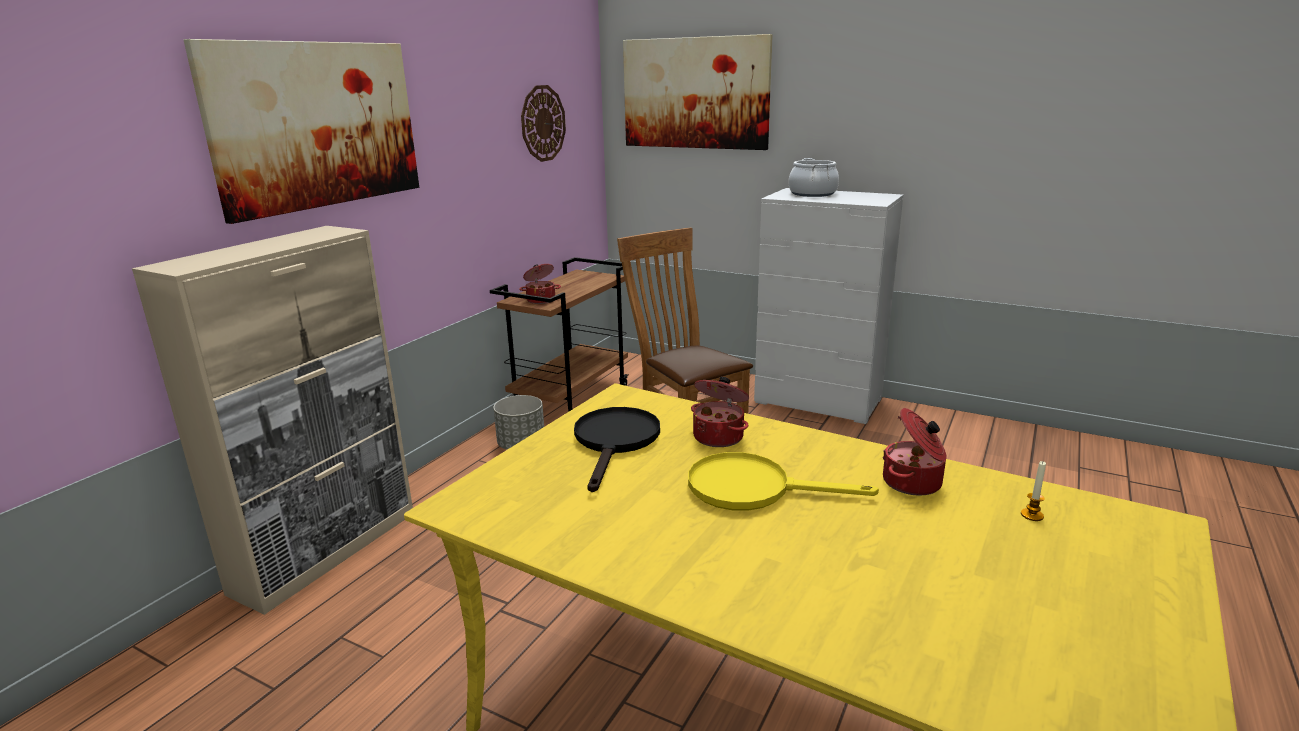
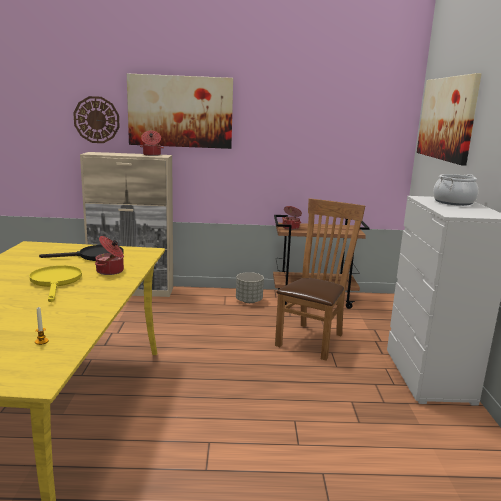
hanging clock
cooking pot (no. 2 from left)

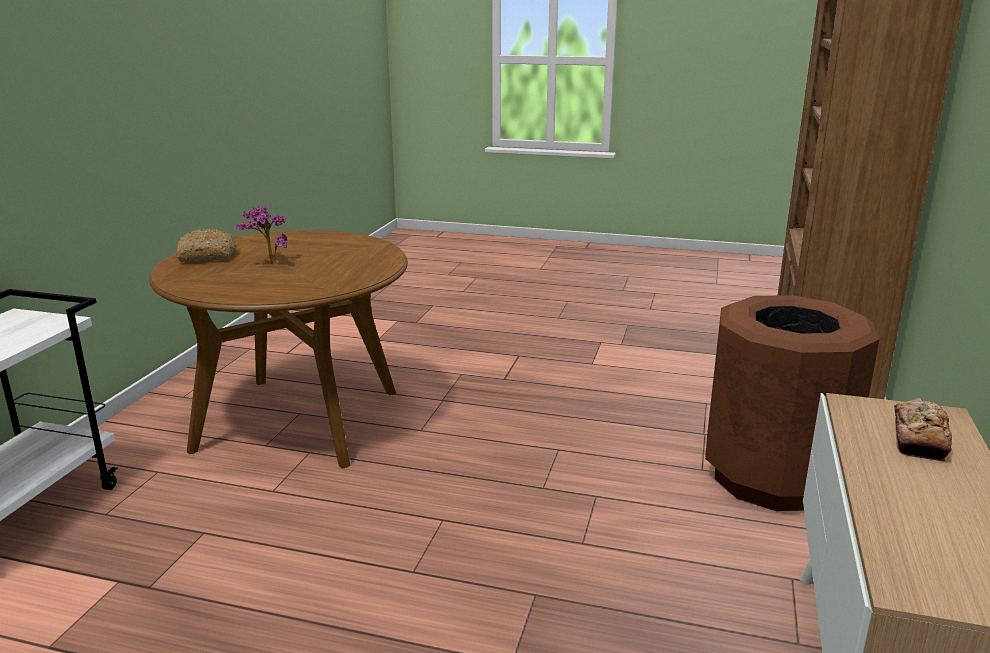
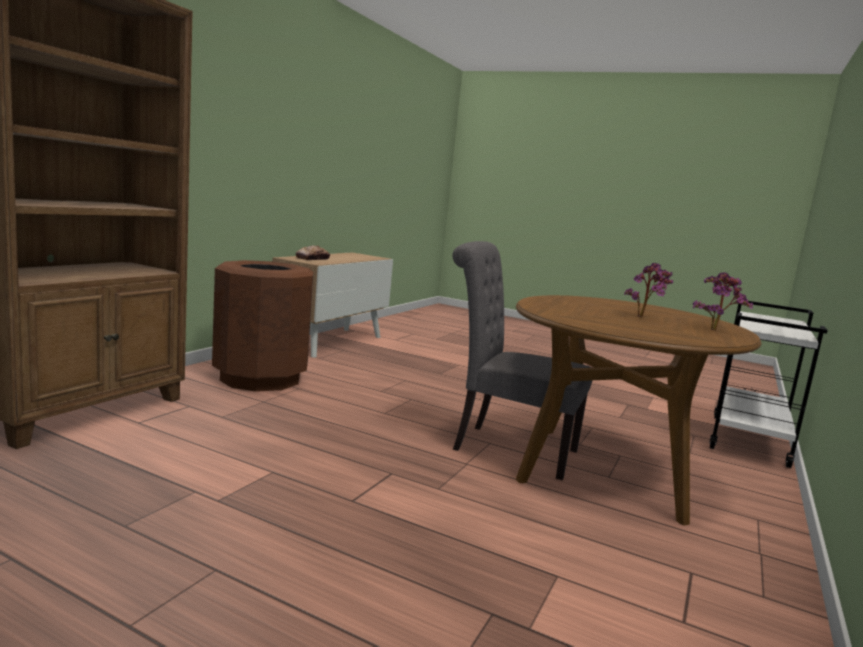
chair (greyish)
potted plant (no. 2 from left)

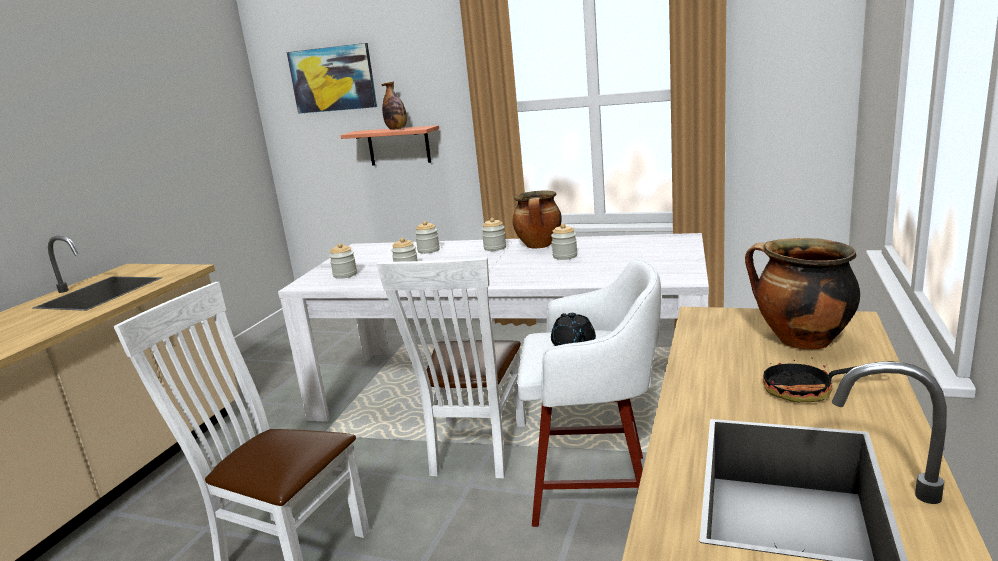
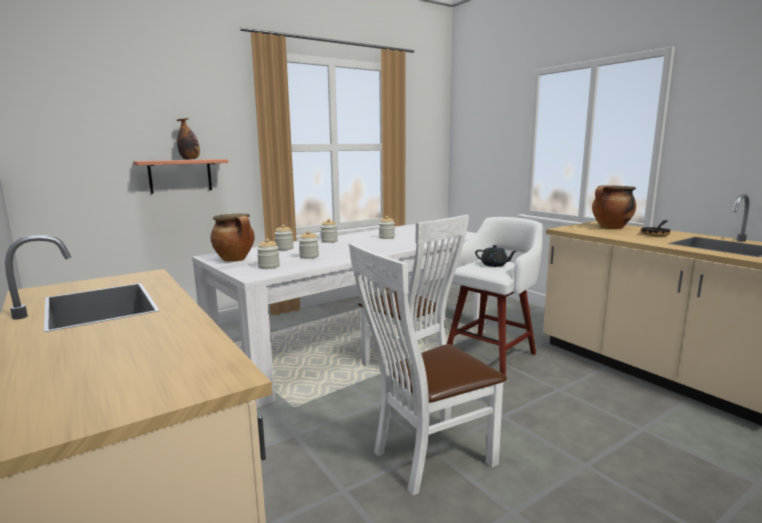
cooking pot (no. 1 from left)
wall art

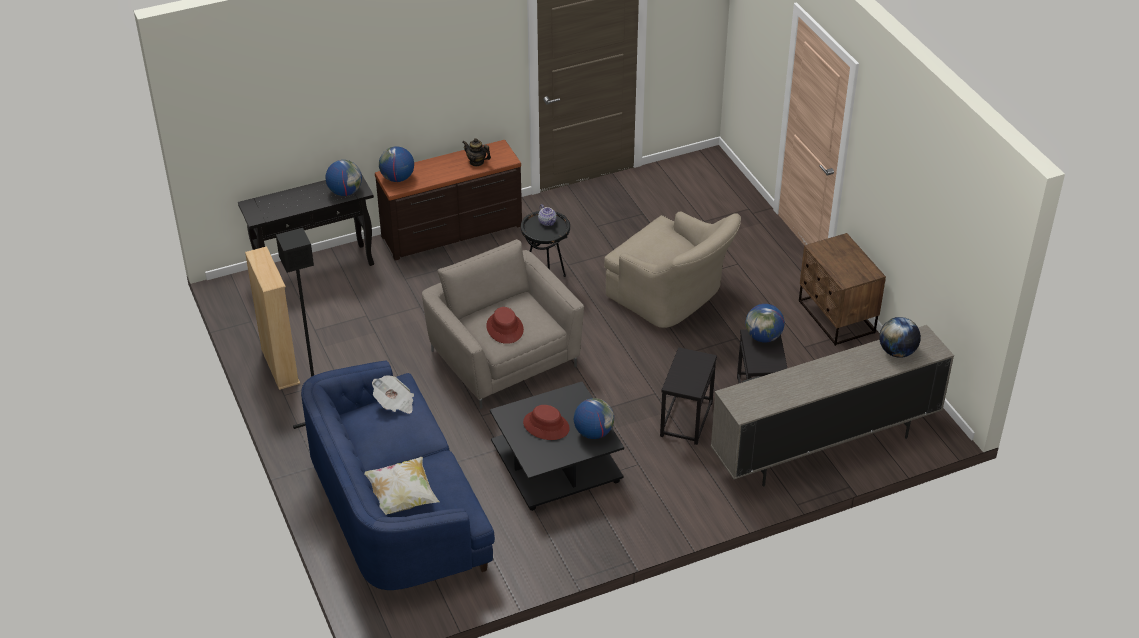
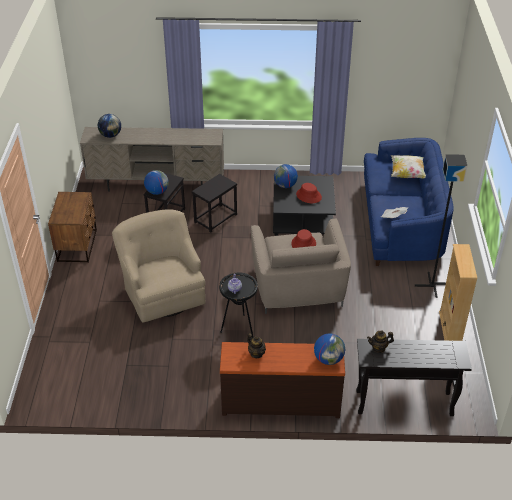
pot for tea (no. 3 from left)

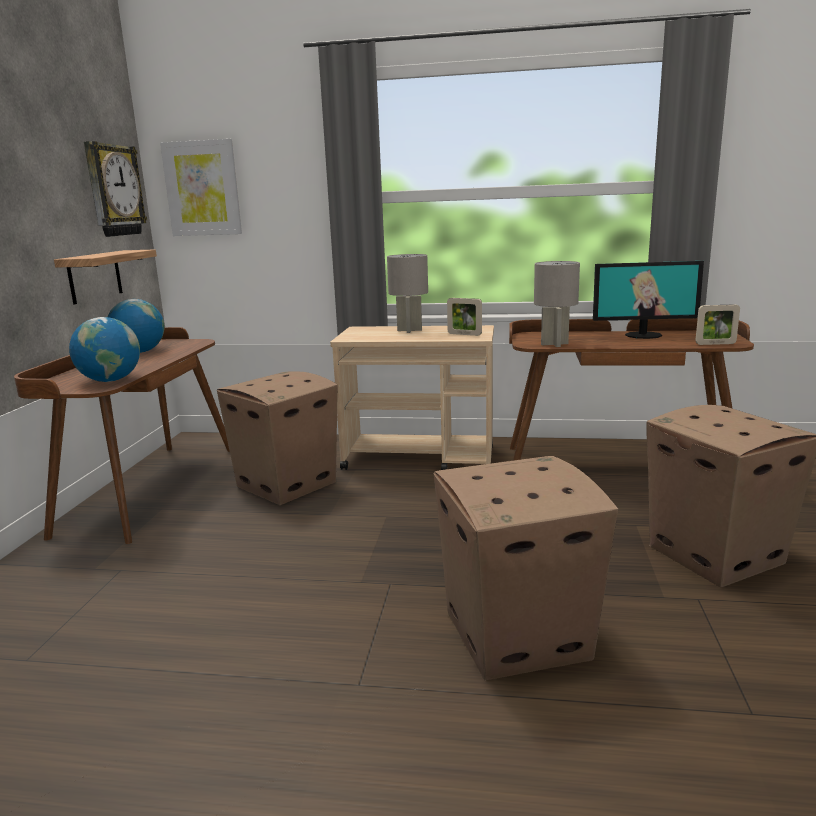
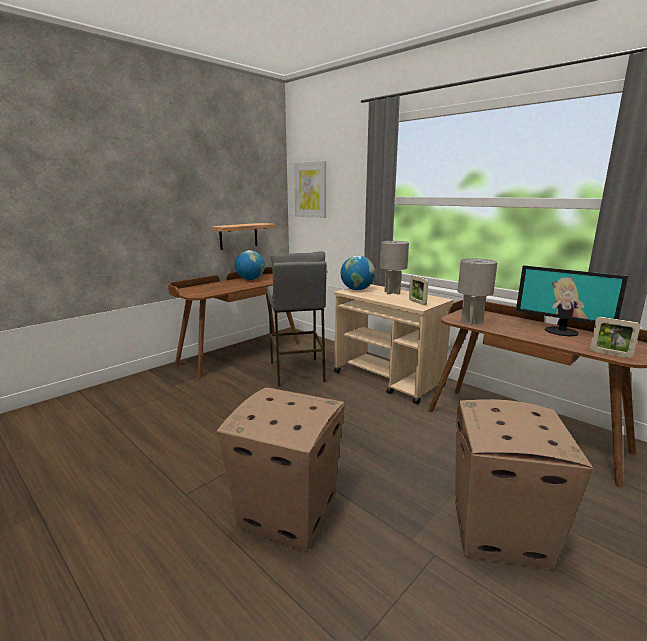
stool (greyish)
world globe (no. 2 from left)
hanging clock

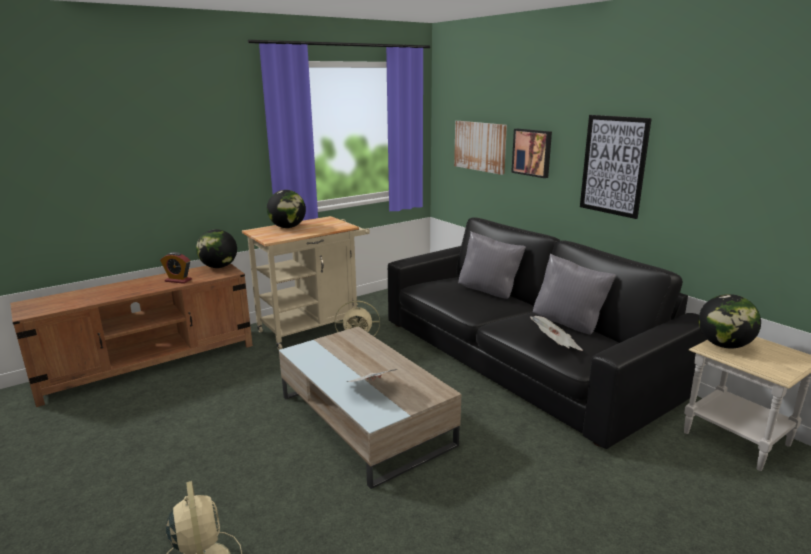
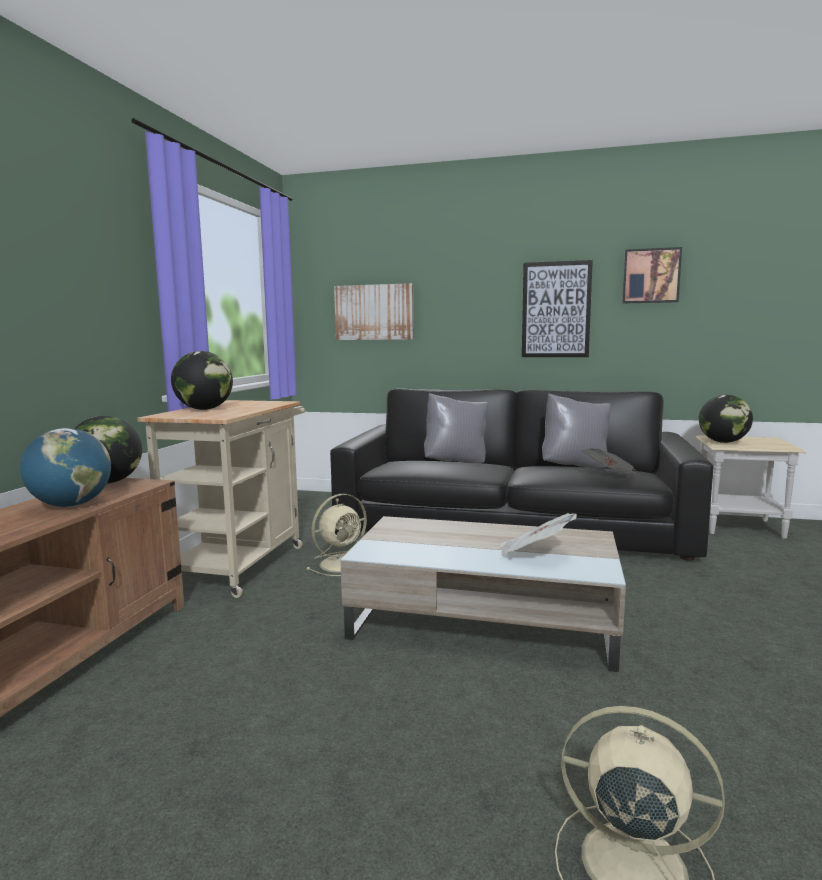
world globe (no. 1 from left)
wall art (no. 3 from left)

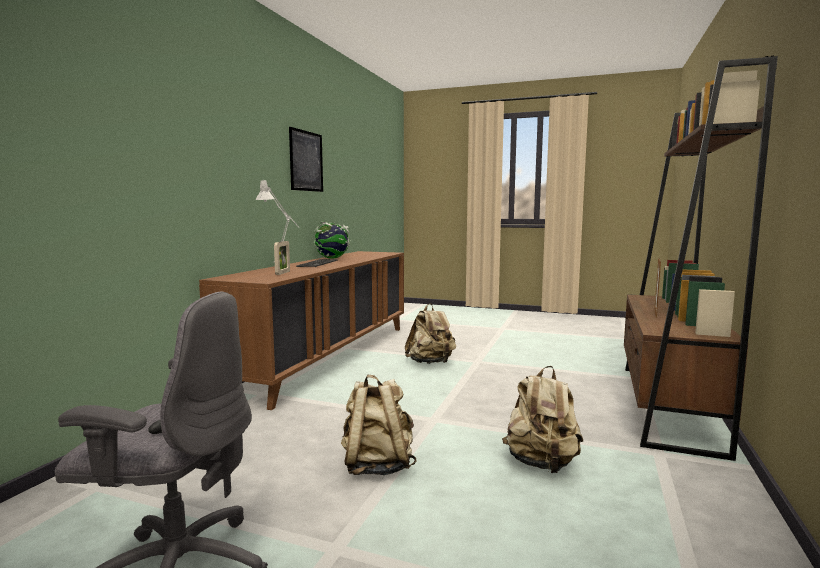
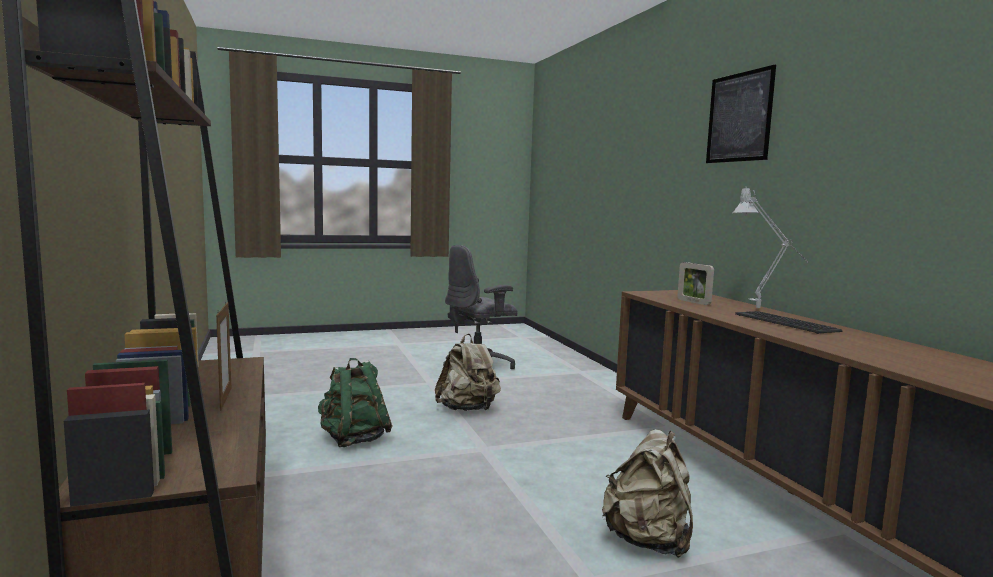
rucksack (green)
wall art
world globe

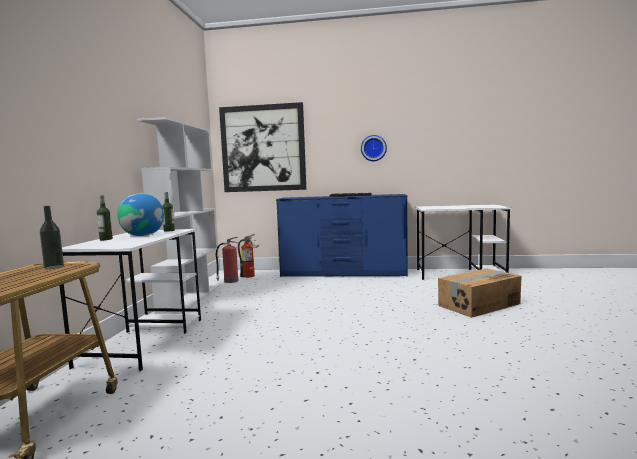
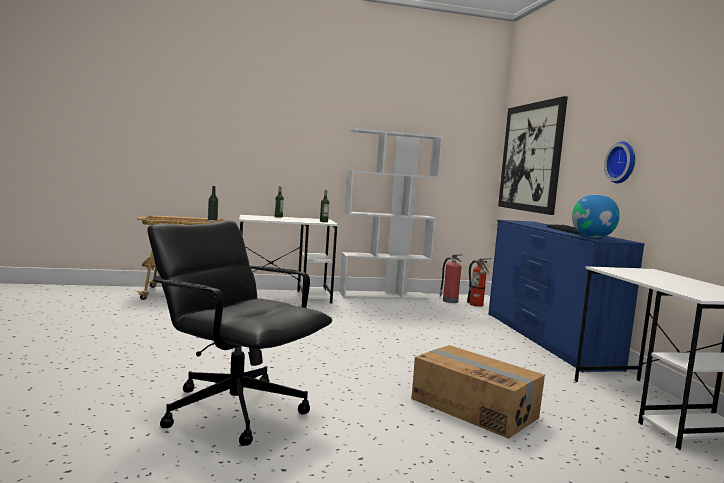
desk chair (black-coloured)
world globe

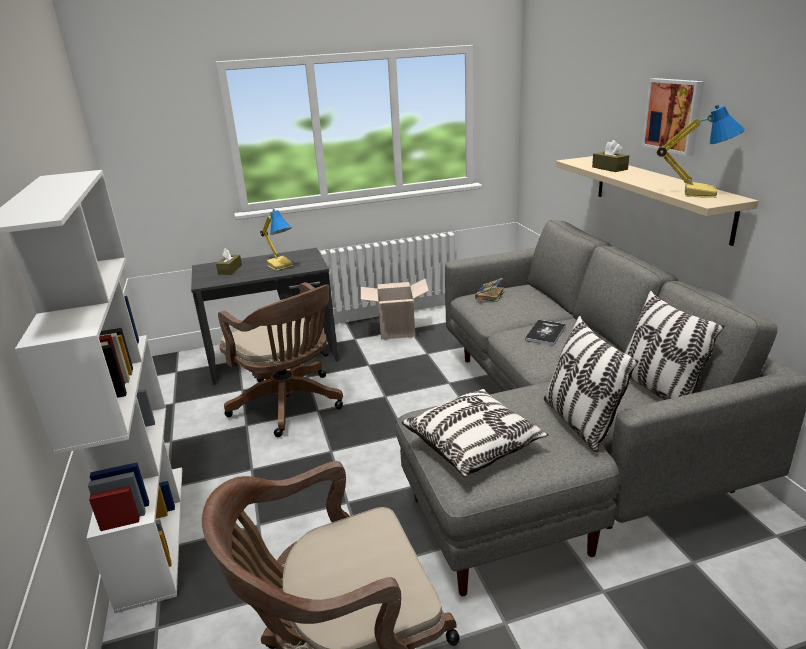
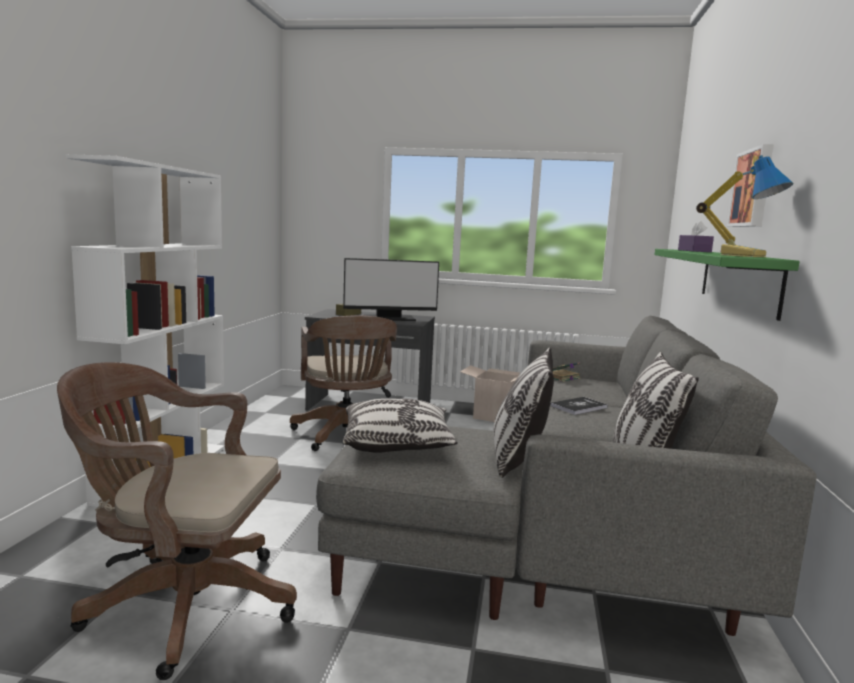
computer screen
shelf (green)
box of tissues (purple-coloured)

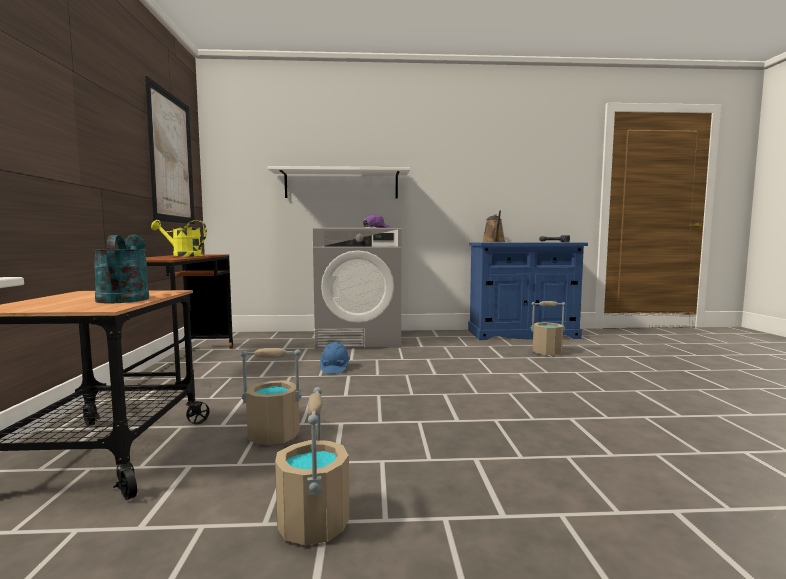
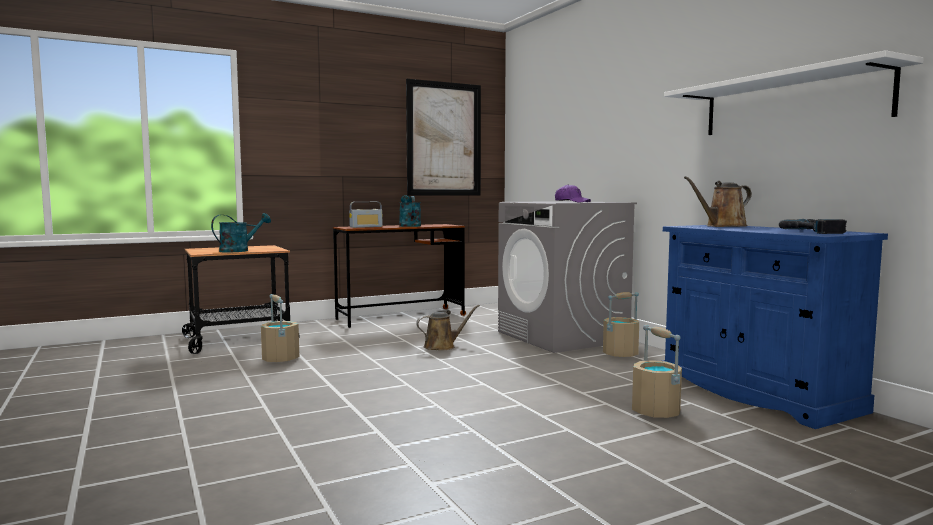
radio set
sprinkling can (turquoise) (no. 2 from left)
sprinkling can (brown-coloured) (no. 1 from left)
pail (beige) (no. 2 from left)
shelf (white)

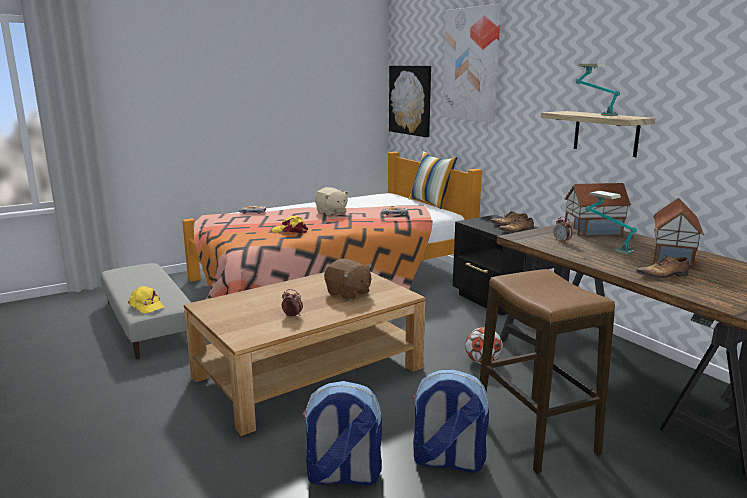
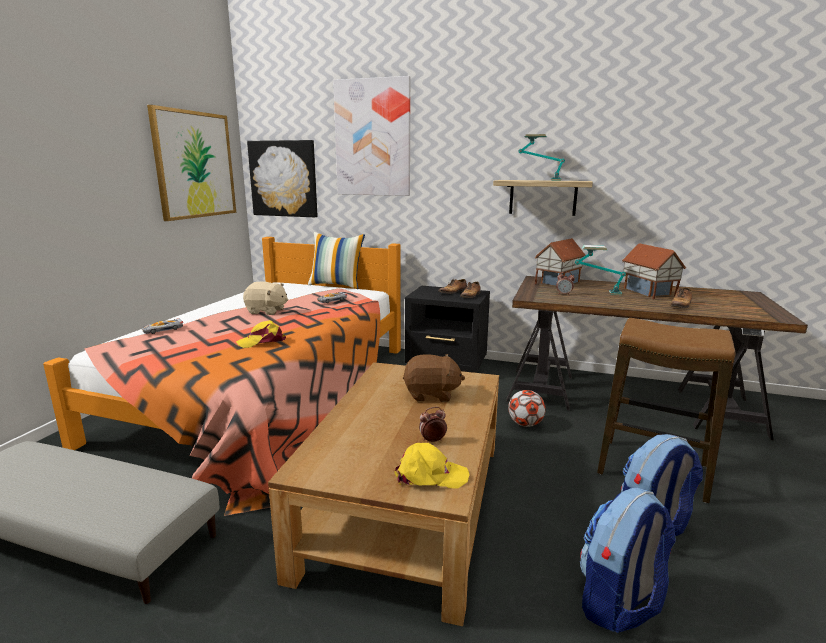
wall art (no. 1 from left)
baseball cap (yellow-coloured) (no. 2 from left)

